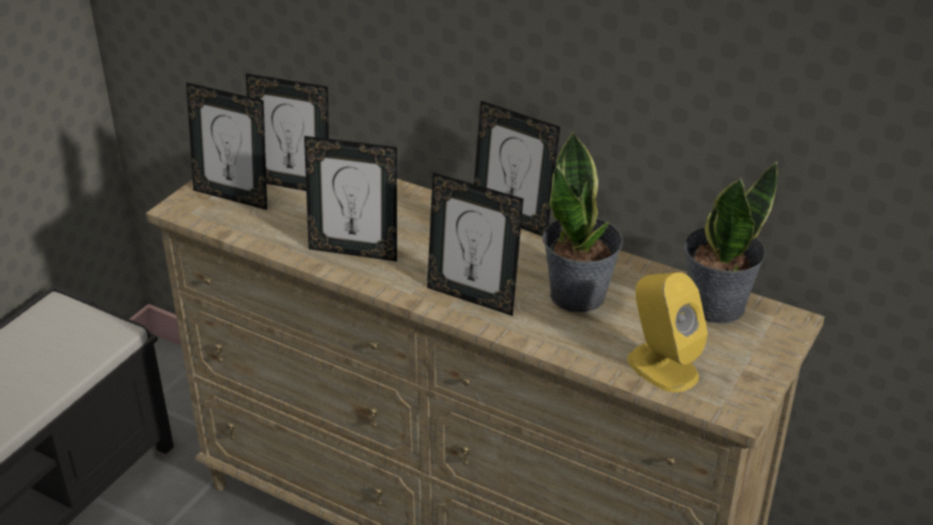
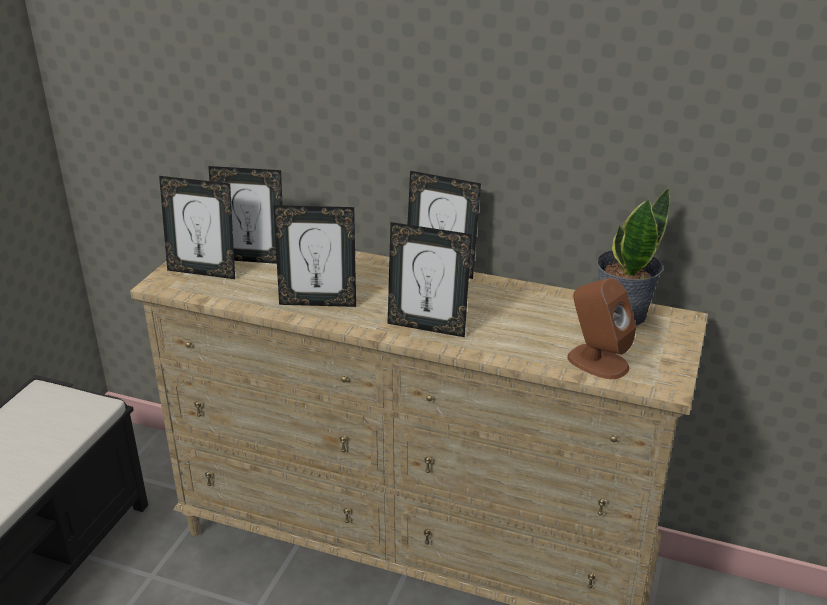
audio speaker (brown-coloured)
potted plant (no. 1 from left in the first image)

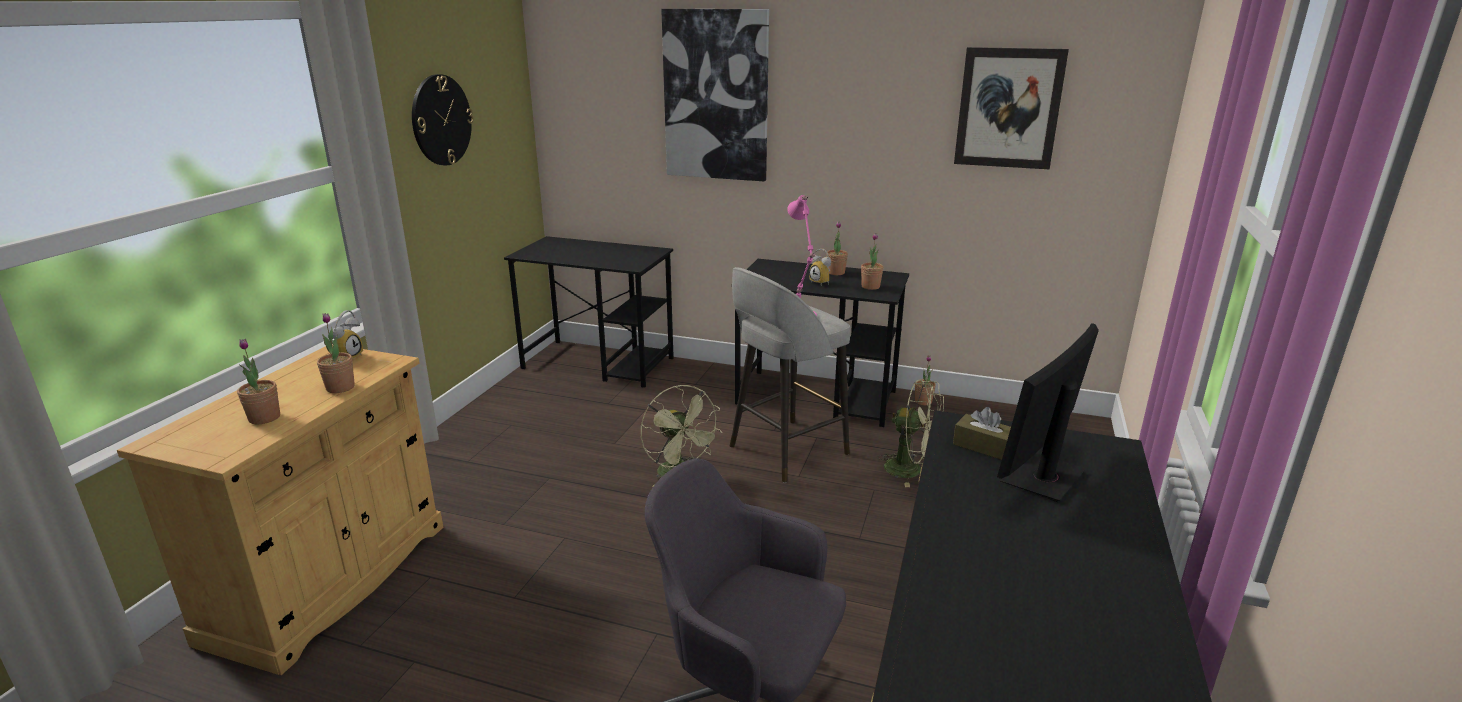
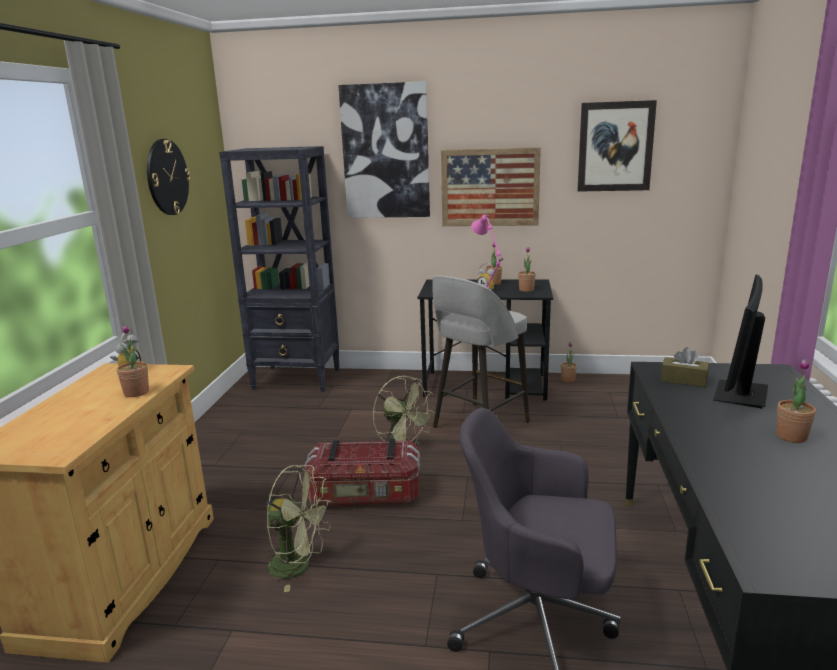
shelving unit (black-coloured)
fan (green) (no. 1 from left)
storage bin
wall art (no. 2 from left)
potted plant (no. 5 from left)

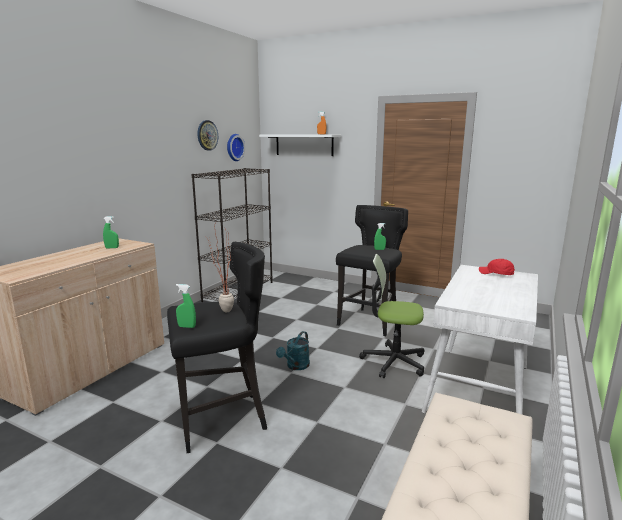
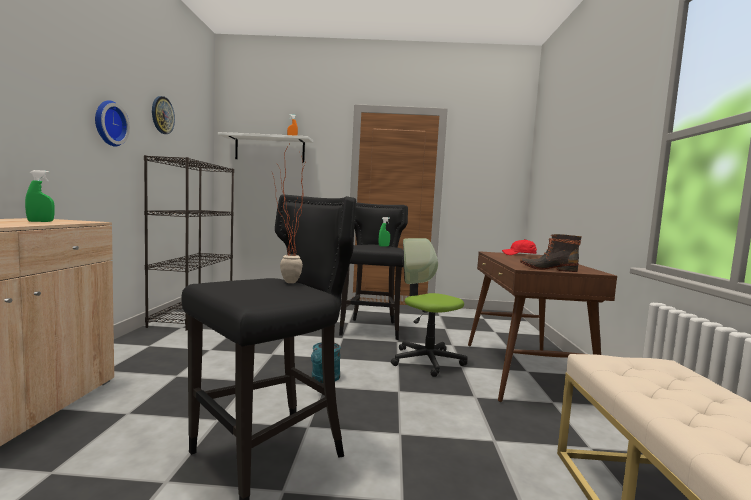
hanging clock (no. 1 from left)
desk chair
desk table (brown-coloured)
high-top boot
hand sprayer (green) (no. 2 from left in the first image)

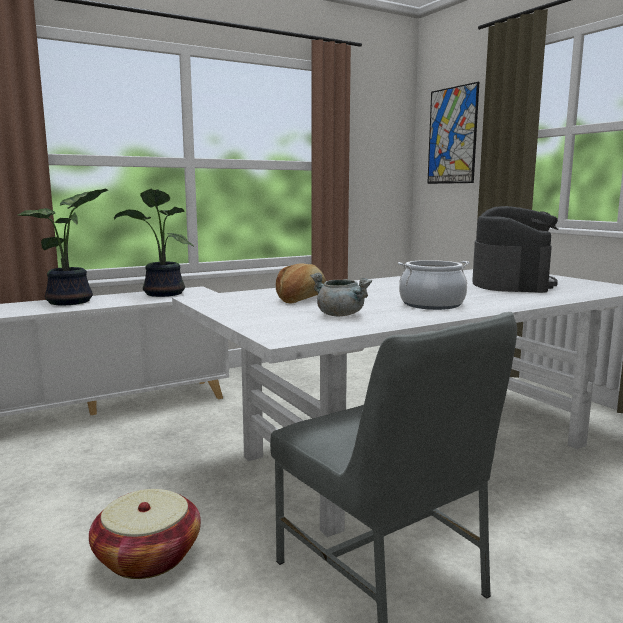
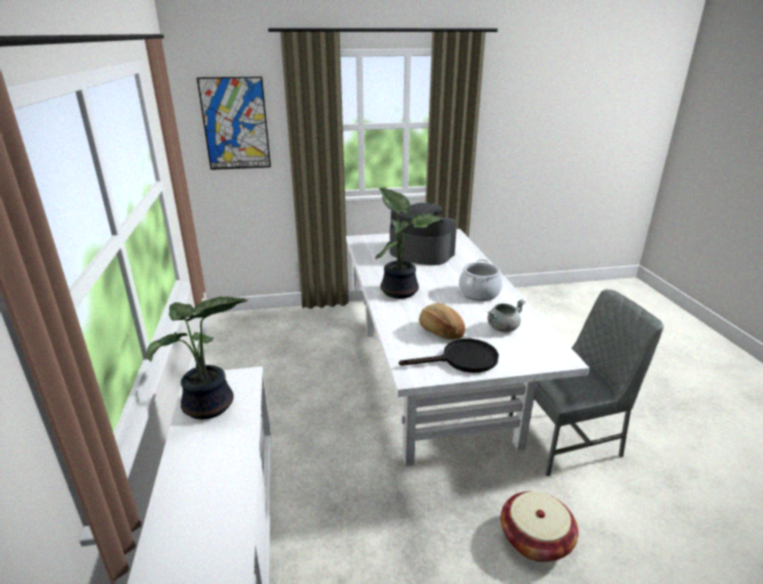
potted plant (no. 2 from left)
skillet (black-coloured)

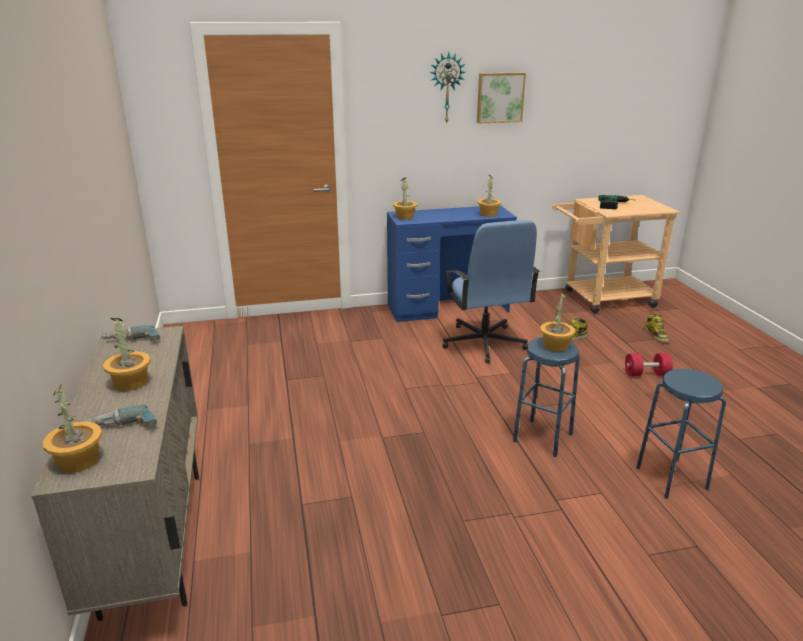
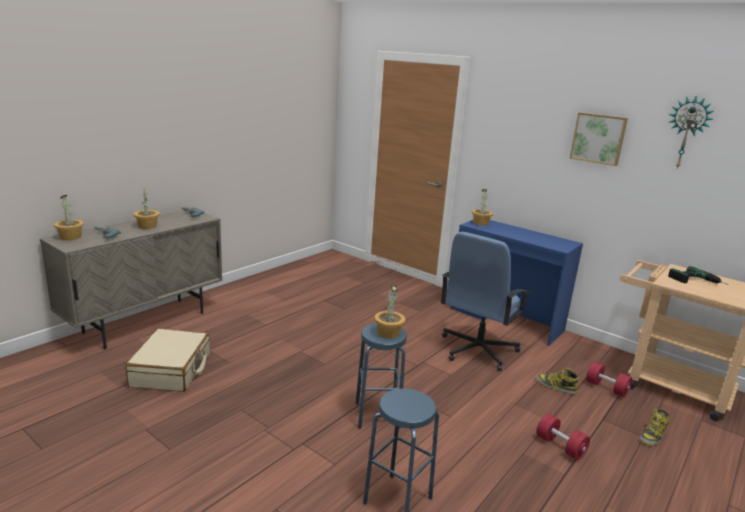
travel case (beige)
dumbbell (red) (no. 2 from left)
hanging clock
potted plant (no. 4 from left in the first image)

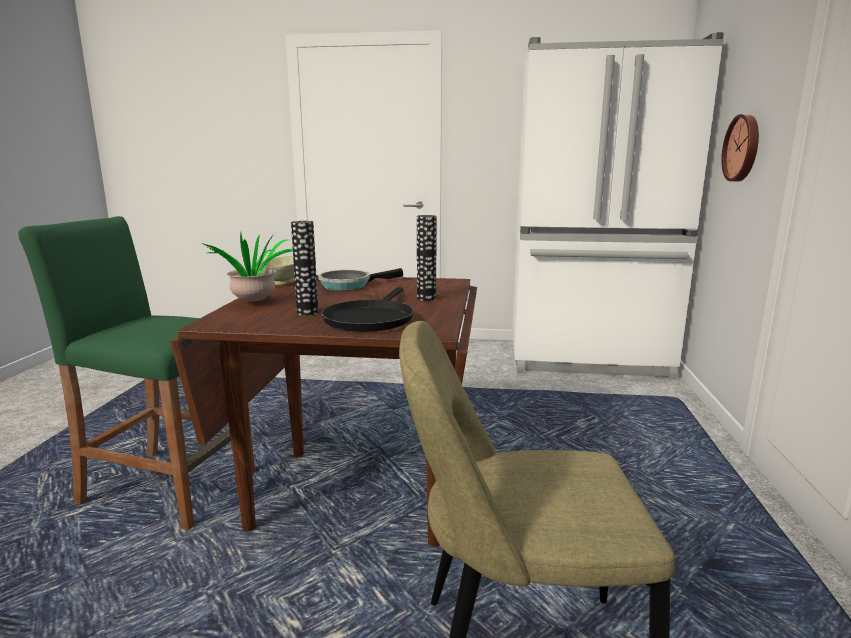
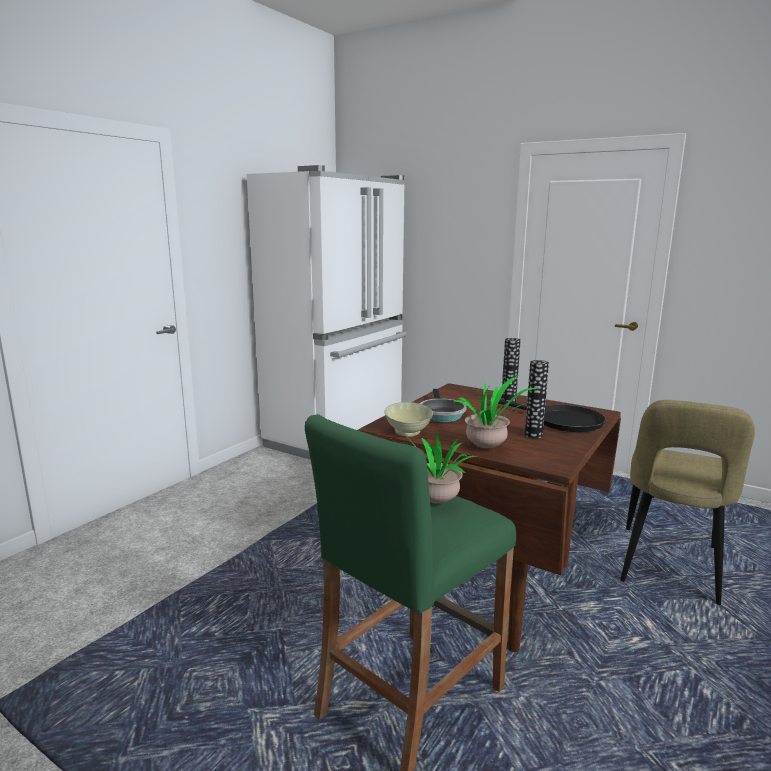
potted plant (no. 1 from left)
hanging clock

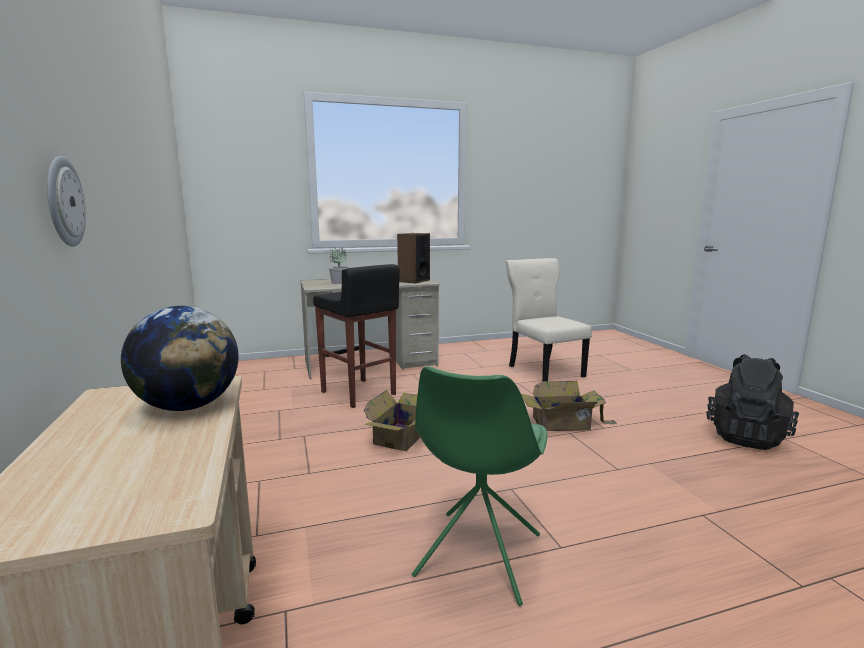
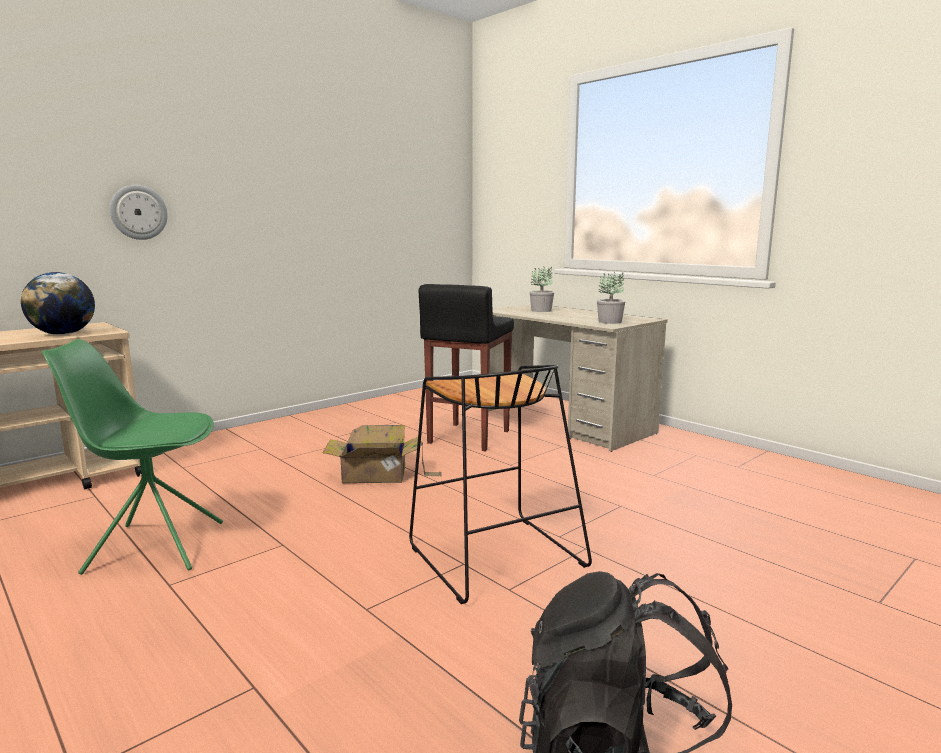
stool (black-coloured) (no. 2 from left)
potted plant (no. 2 from left)
chair (beige)

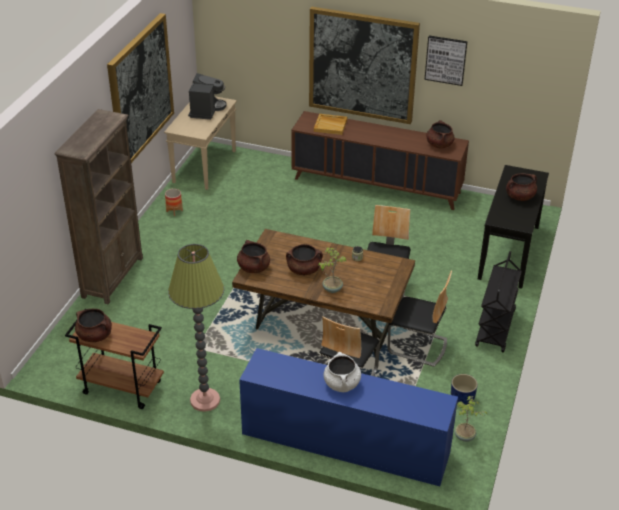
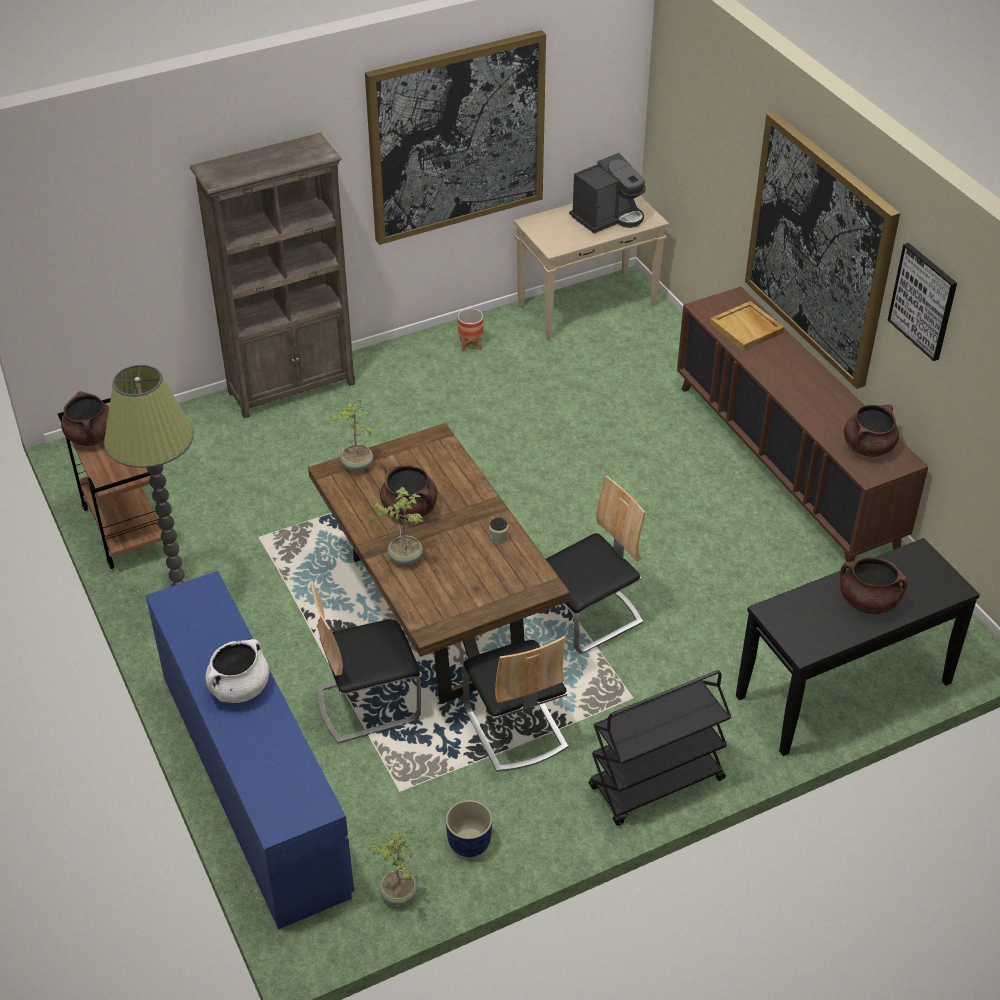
potted plant (no. 1 from left)

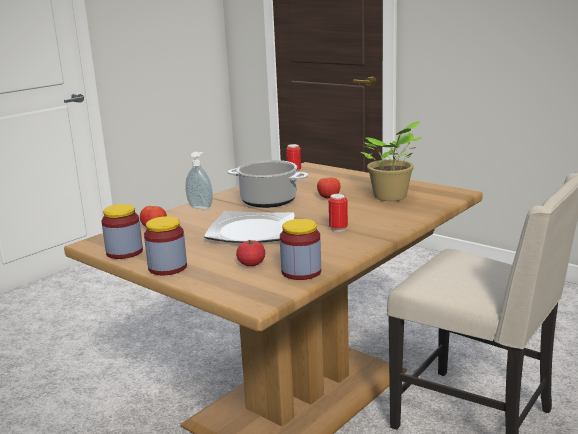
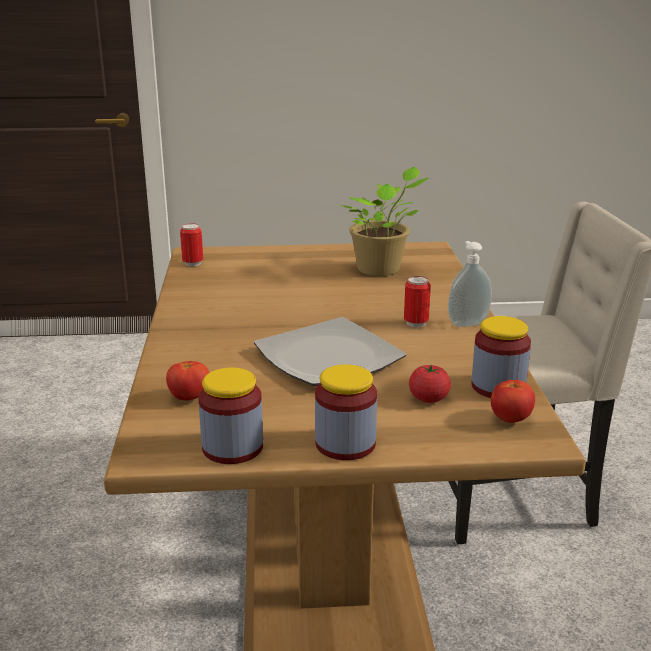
soap bottle
fresh tomato (no. 3 from left)
cooking pot

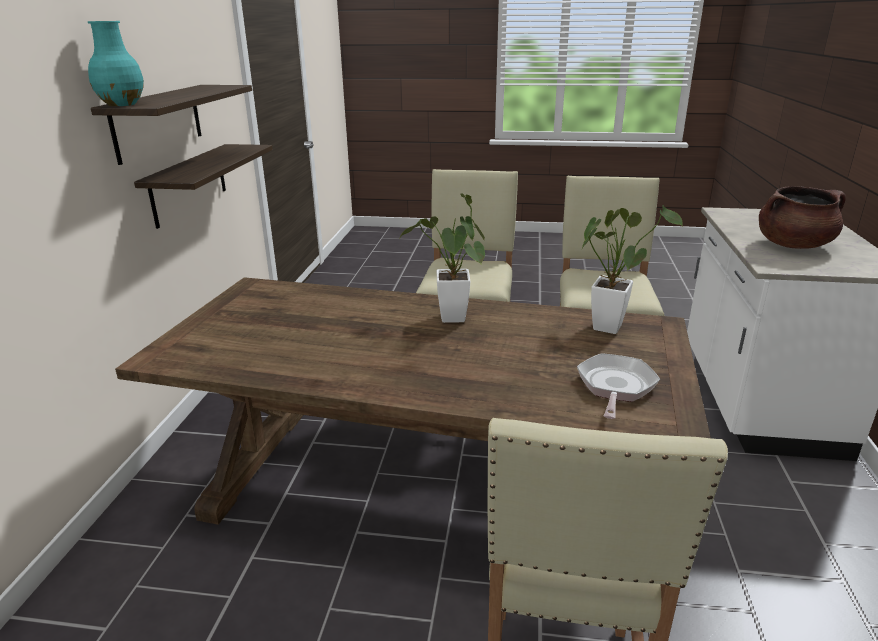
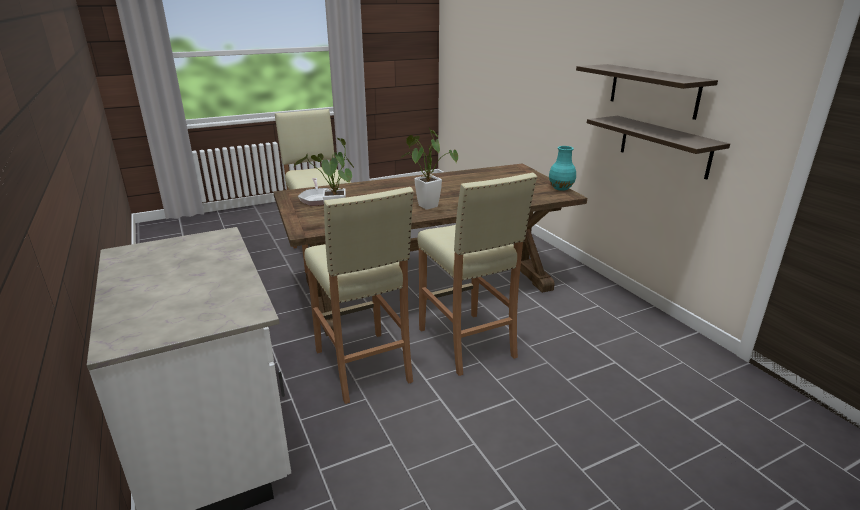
flower vase (turquoise)
cooking pot (brown-coloured)

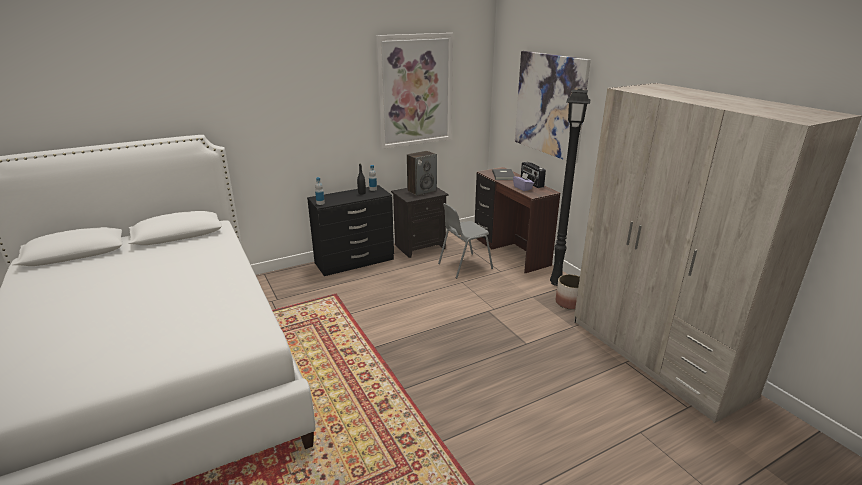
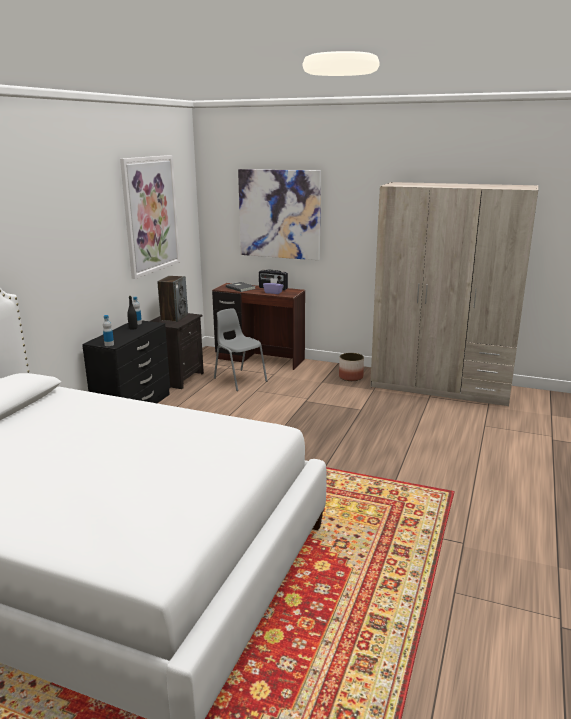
chair (greyish)
floor lamp (black-coloured)

